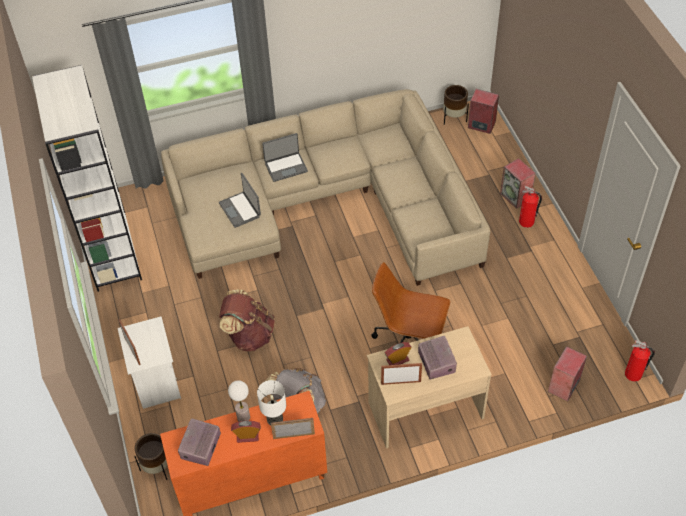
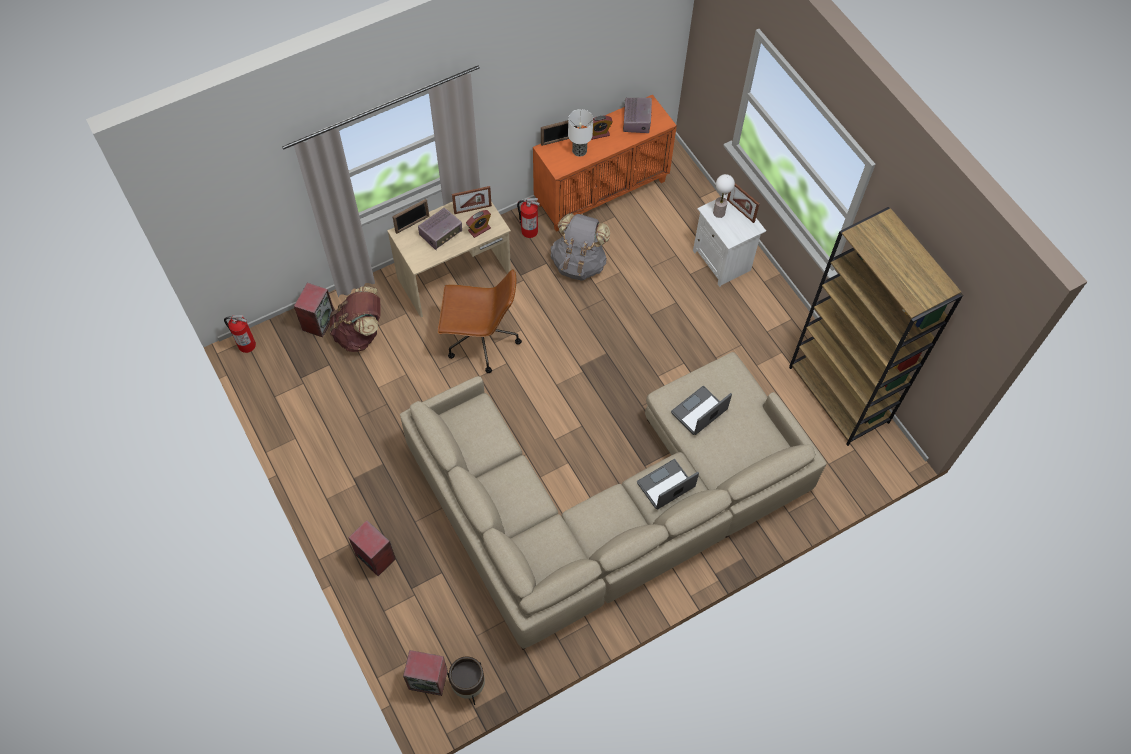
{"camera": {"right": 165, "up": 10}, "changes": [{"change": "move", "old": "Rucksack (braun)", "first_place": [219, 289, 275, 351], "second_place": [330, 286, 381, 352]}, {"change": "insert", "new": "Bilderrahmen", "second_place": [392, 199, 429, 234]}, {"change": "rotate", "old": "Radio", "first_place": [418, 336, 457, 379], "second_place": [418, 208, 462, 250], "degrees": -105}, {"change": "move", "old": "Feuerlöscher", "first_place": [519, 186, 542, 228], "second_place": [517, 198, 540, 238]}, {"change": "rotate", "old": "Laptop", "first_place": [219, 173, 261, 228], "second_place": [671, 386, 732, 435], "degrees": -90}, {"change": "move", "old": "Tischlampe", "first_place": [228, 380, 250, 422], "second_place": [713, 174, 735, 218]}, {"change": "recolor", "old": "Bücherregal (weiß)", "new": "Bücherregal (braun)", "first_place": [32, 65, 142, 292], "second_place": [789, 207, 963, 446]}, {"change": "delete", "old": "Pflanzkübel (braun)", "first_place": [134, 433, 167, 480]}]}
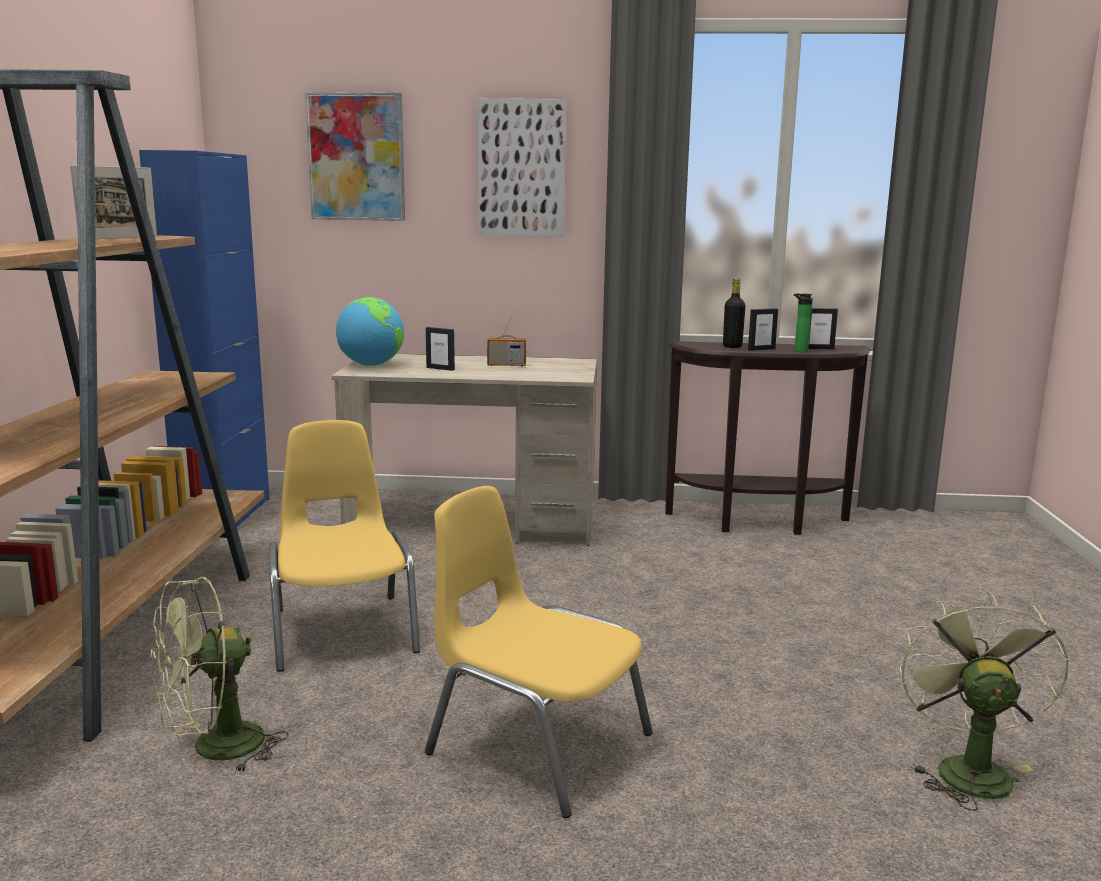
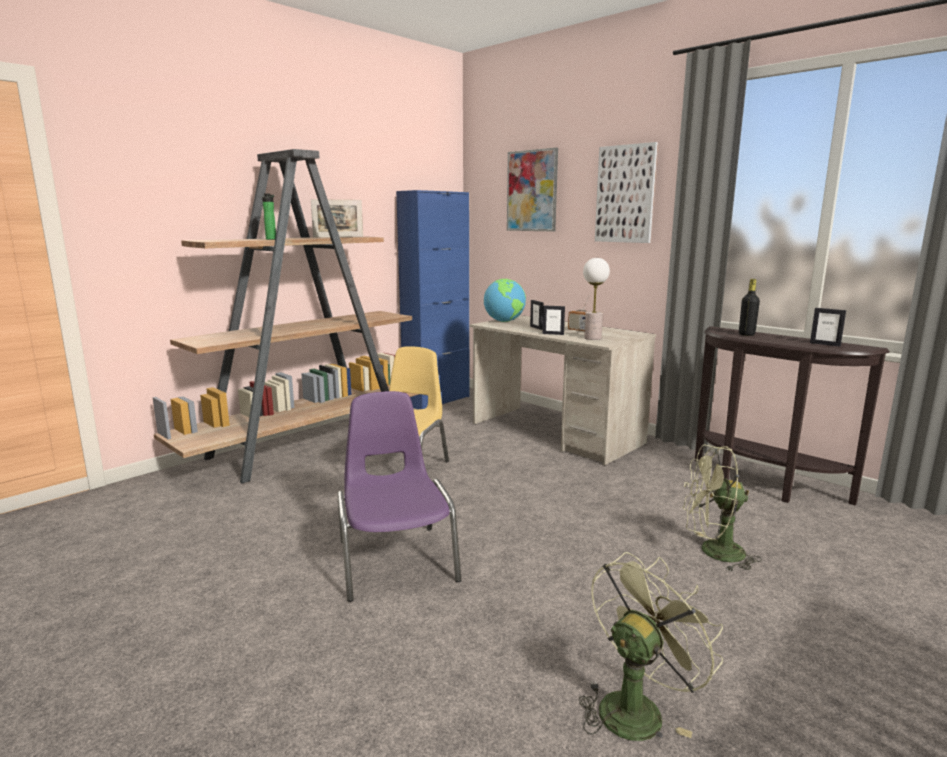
{"camera": {"right": 40, "up": 0}, "changes": [{"change": "move", "old": "Flasche", "first_place": [794, 293, 813, 353], "second_place": [262, 193, 276, 240]}, {"change": "recolor", "old": "Stuhl (gelb)", "new": "Stuhl (lila)", "first_place": [425, 486, 653, 818], "second_place": [337, 391, 461, 602]}, {"change": "move", "old": "Bilderrahmen", "first_place": [748, 308, 778, 351], "second_place": [542, 305, 565, 335]}, {"change": "insert", "new": "Tischlampe", "second_place": [583, 258, 610, 340]}, {"change": "move", "old": "Ventilator (grün)", "first_place": [151, 577, 288, 774], "second_place": [682, 445, 762, 572]}]}
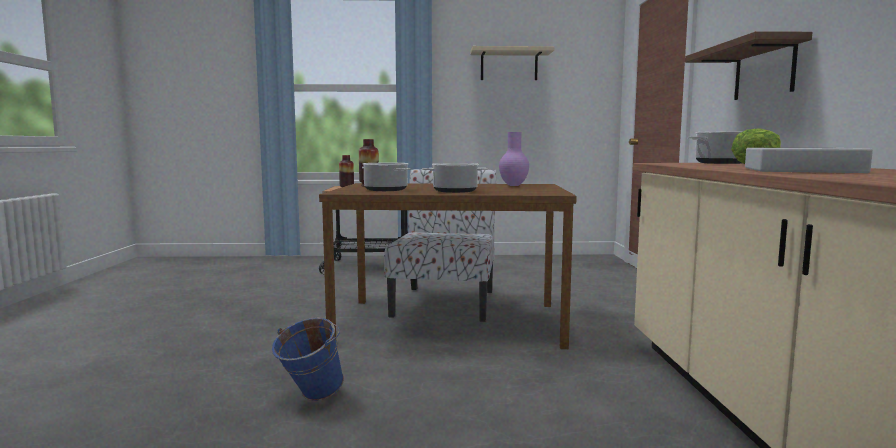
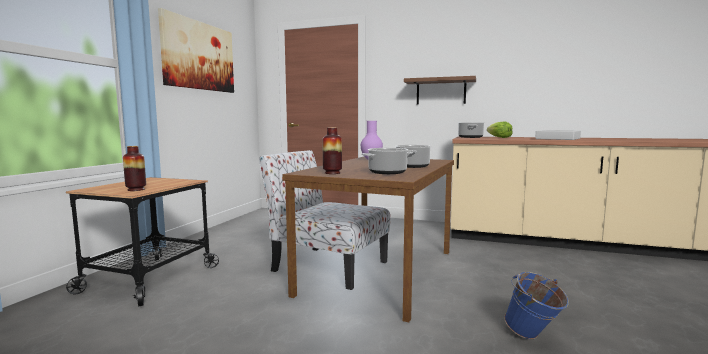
{"camera": {"right": -70, "up": 0}, "changes": [{"change": "replace", "old": "Wandregal (beige)", "new": "Bild", "first_place": [470, 46, 554, 80], "second_place": [158, 8, 234, 93]}]}
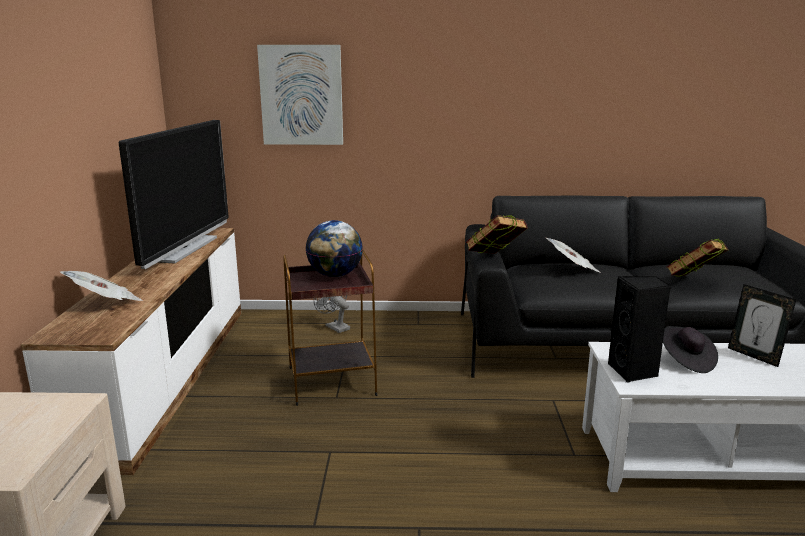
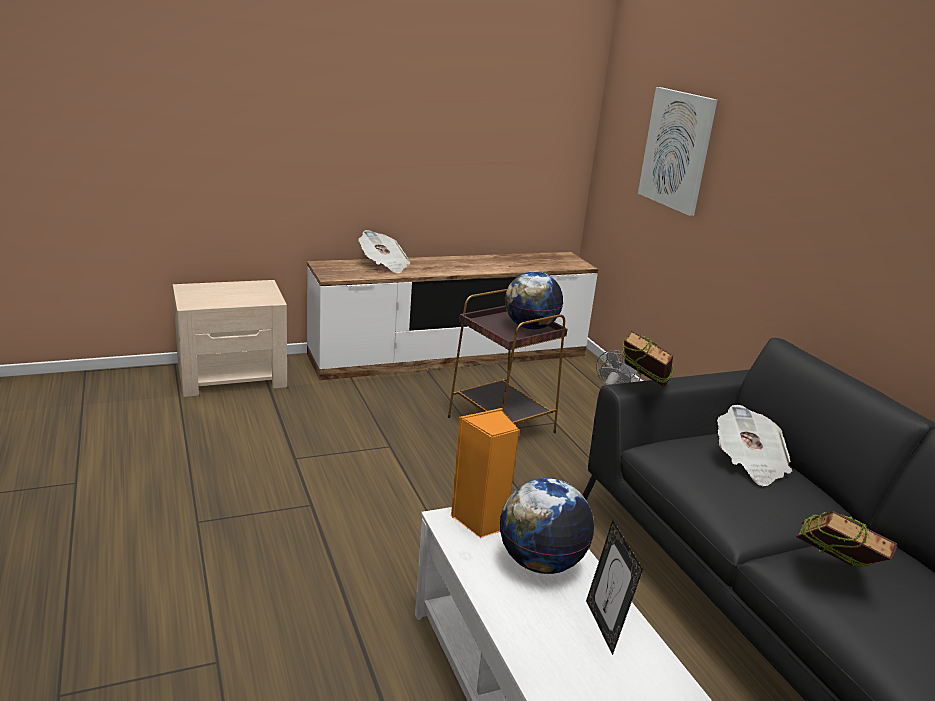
{"camera": {"right": 65, "up": 5}, "changes": [{"change": "recolor", "old": "Lautsprecher (schwarz)", "new": "Lautsprecher (orange)", "first_place": [608, 276, 671, 382], "second_place": [451, 407, 520, 538]}, {"change": "replace", "old": "Hut (schwarz)", "new": "Globus", "first_place": [663, 326, 718, 373], "second_place": [500, 478, 594, 574]}, {"change": "rotate", "old": "Bilderrahmen", "first_place": [728, 284, 797, 367], "second_place": [586, 520, 643, 655], "degrees": -45}, {"change": "delete", "old": "Fernseher", "first_place": [119, 120, 229, 269]}]}
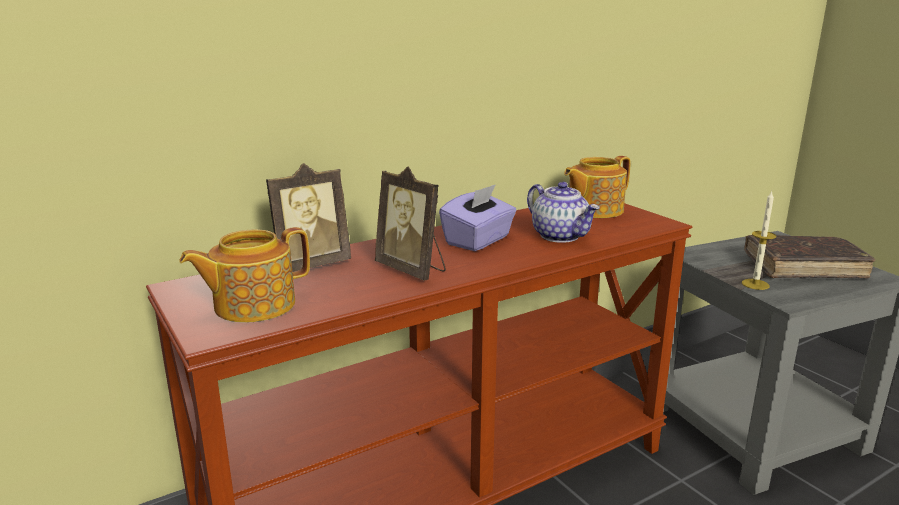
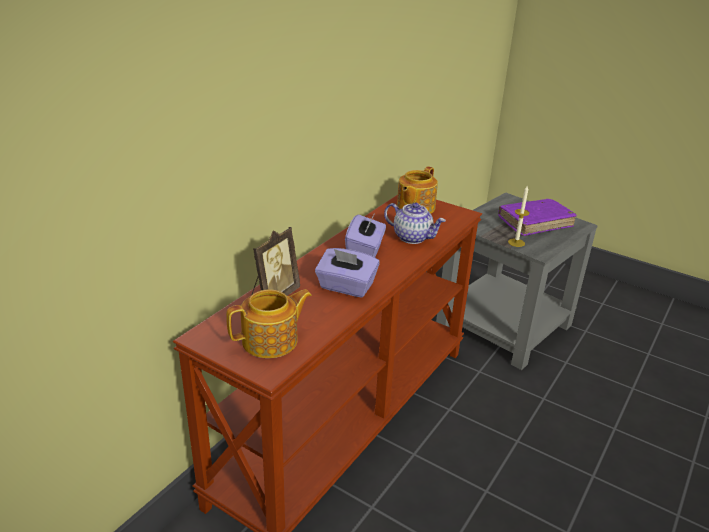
{"camera": {"right": -25, "up": 10}, "changes": [{"change": "rotate", "old": "Teekanne", "first_place": [179, 227, 310, 323], "second_place": [226, 289, 312, 358], "degrees": -150}, {"change": "replace", "old": "Bilderrahmen", "new": "Taschentuchbox (lila)", "first_place": [375, 166, 446, 281], "second_place": [315, 248, 380, 298]}, {"change": "recolor", "old": "Buch (braun)", "new": "Buch (lila)", "first_place": [744, 235, 875, 279], "second_place": [498, 199, 577, 236]}]}
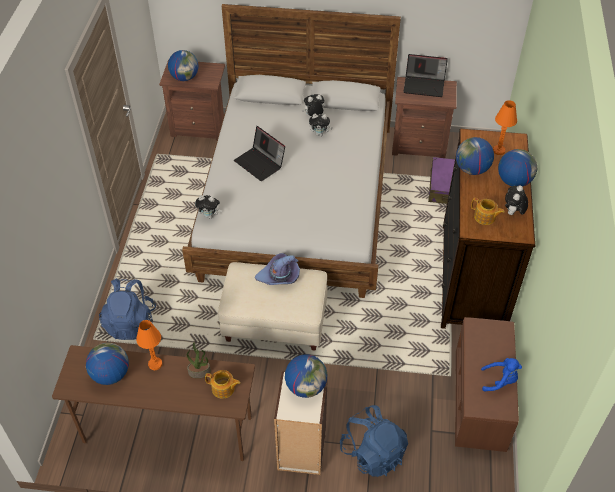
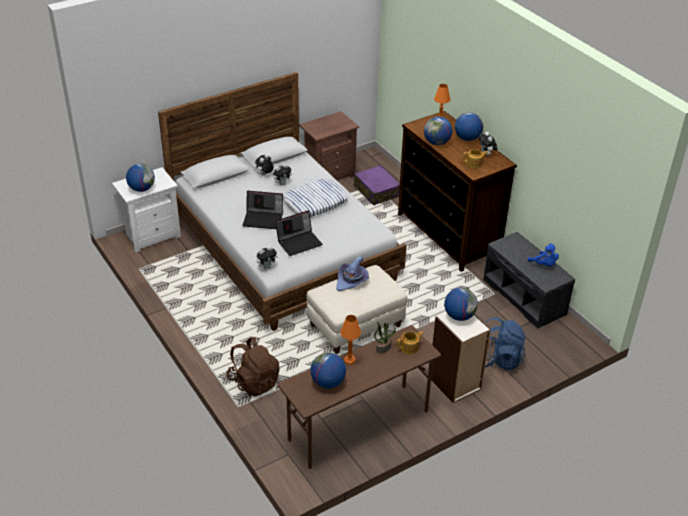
{"camera": {"right": -40, "up": -10}, "changes": [{"change": "recolor", "old": "Nachttisch (braun)", "new": "Nachttisch (weiß)", "first_place": [159, 59, 225, 141], "second_place": [112, 167, 181, 252]}, {"change": "recolor", "old": "Rucksack (blau)", "new": "Rucksack (braun)", "first_place": [99, 278, 156, 340], "second_place": [226, 337, 279, 396]}, {"change": "move", "old": "Laptop", "first_place": [403, 54, 448, 97], "second_place": [275, 210, 323, 256]}, {"change": "insert", "new": "Kissen", "second_place": [283, 178, 349, 217]}, {"change": "recolor", "old": "Bank (braun)", "new": "Bank (grau)", "first_place": [455, 317, 519, 452], "second_place": [483, 232, 575, 329]}, {"change": "rotate", "old": "Plüschtier (blau)", "first_place": [481, 358, 522, 392], "second_place": [528, 243, 559, 266], "degrees": 90}]}
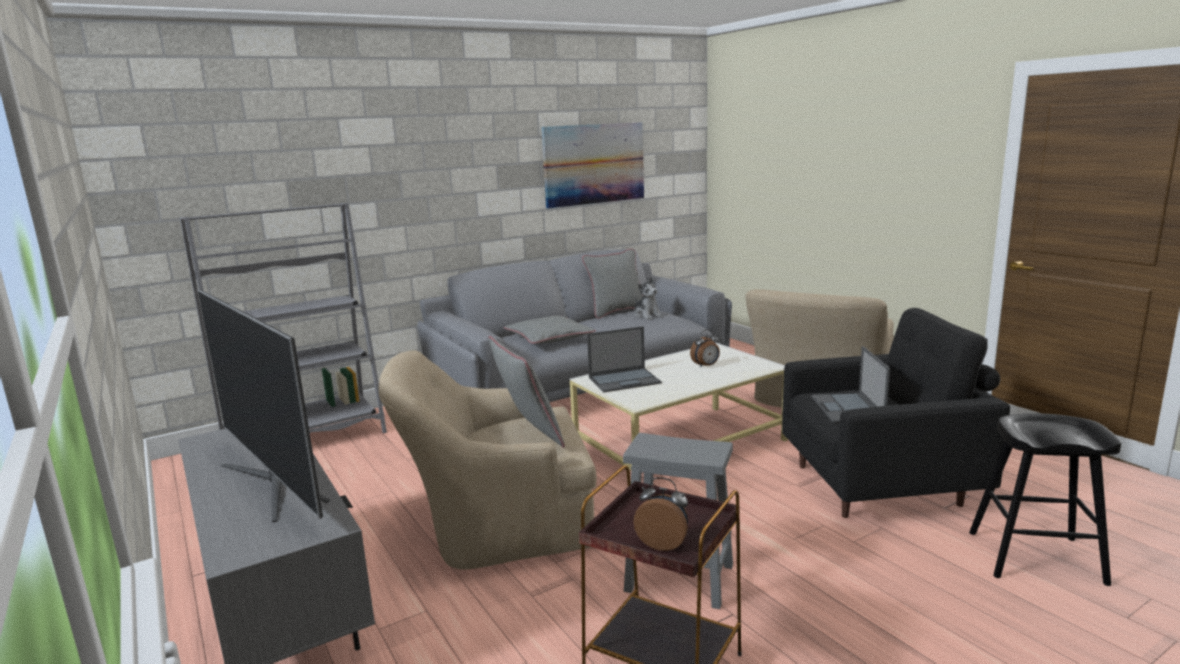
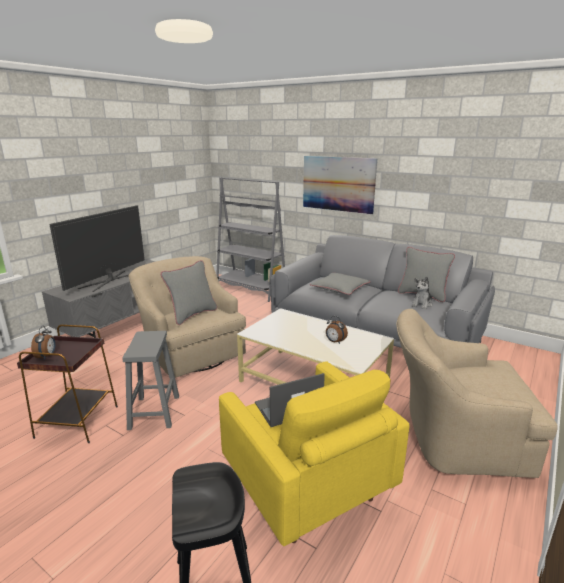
{"camera": {"right": 65, "up": 5}, "changes": [{"change": "recolor", "old": "Sessel (schwarz)", "new": "Sessel (gelb)", "first_place": [782, 308, 1010, 518], "second_place": [219, 361, 409, 546]}, {"change": "move", "old": "Bild", "first_place": [541, 122, 644, 208], "second_place": [303, 156, 377, 214]}, {"change": "delete", "old": "Laptop", "first_place": [587, 326, 662, 392]}]}
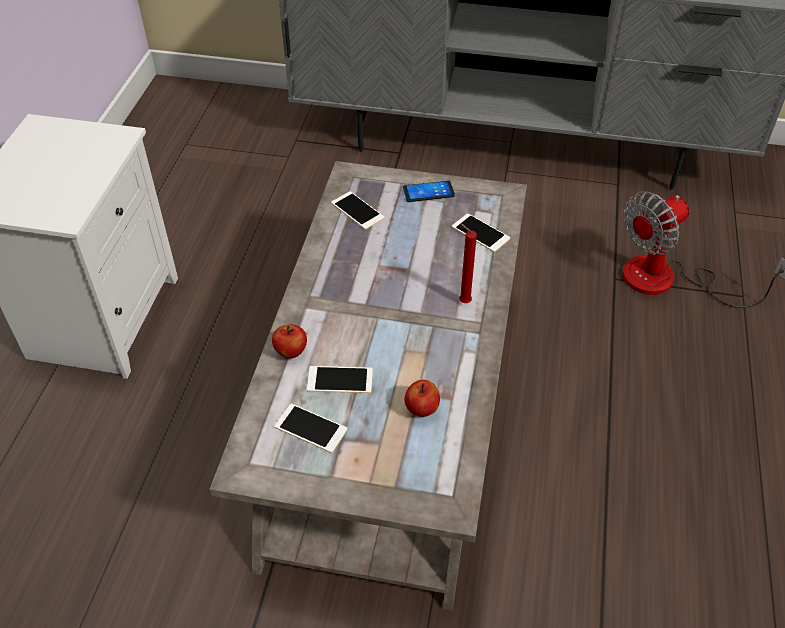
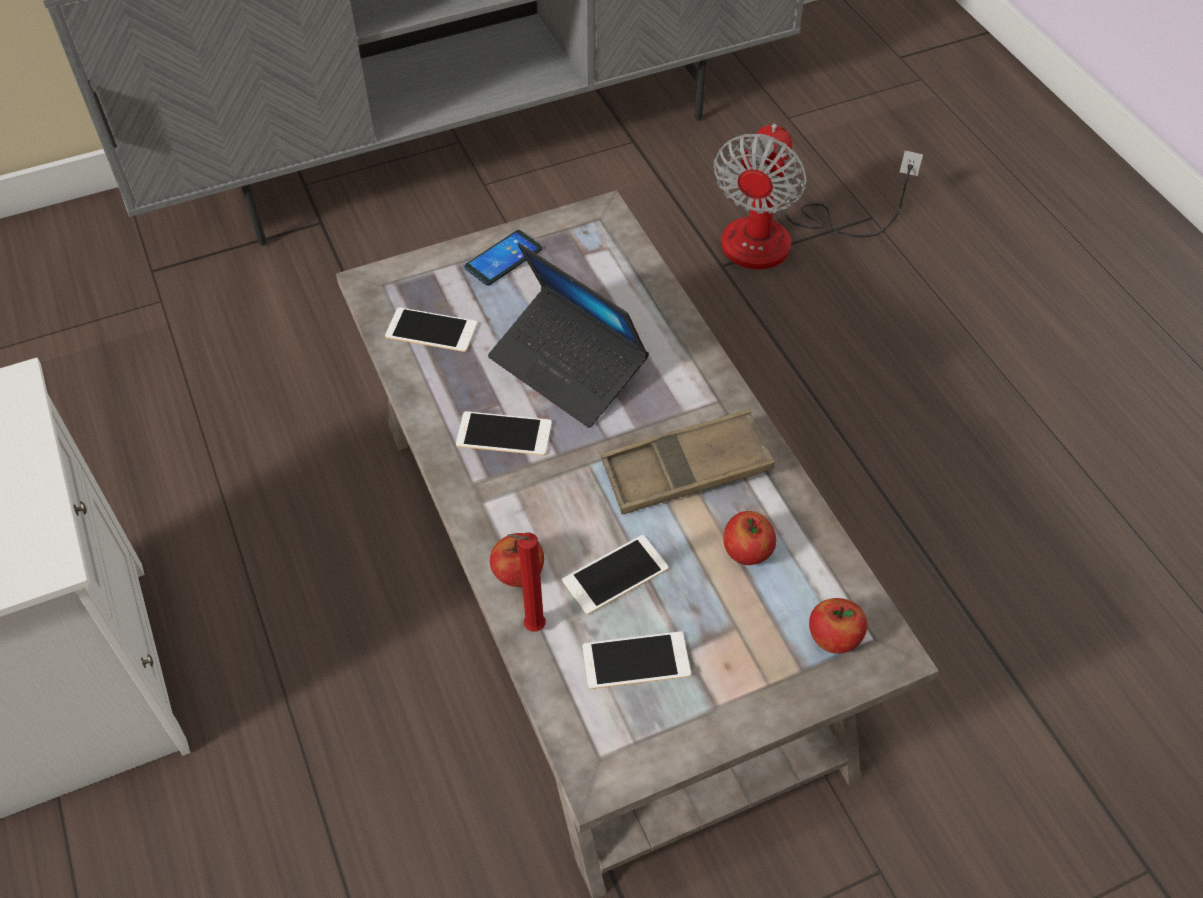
{"camera": {"right": -35, "up": 5}, "changes": [{"change": "move", "old": "Handy", "first_place": [452, 213, 510, 252], "second_place": [456, 411, 552, 456]}, {"change": "insert", "new": "Laptop", "second_place": [488, 243, 649, 428]}, {"change": "move", "old": "Kerze (rot)", "first_place": [459, 223, 477, 303], "second_place": [507, 533, 546, 631]}, {"change": "insert", "new": "Tablett (braun)", "second_place": [601, 409, 775, 514]}, {"change": "insert", "new": "Apfel", "second_place": [809, 598, 867, 654]}]}
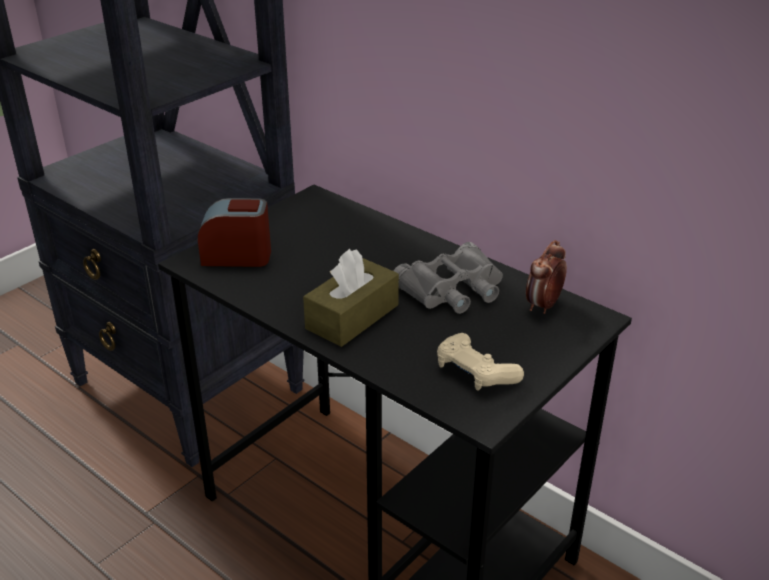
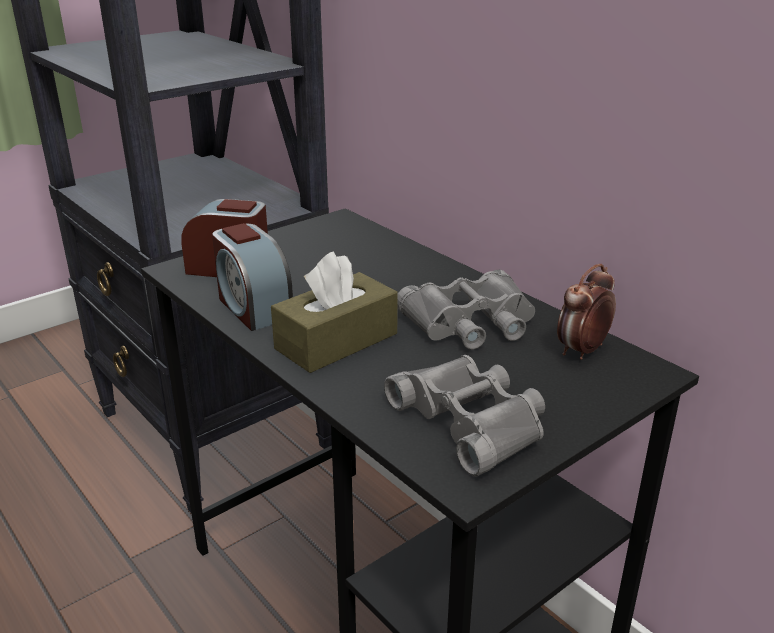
{"camera": {"right": 10, "up": -5}, "changes": [{"change": "insert", "new": "Wecker", "second_place": [212, 223, 293, 331]}, {"change": "replace", "old": "Gamepad (beige)", "new": "Fernglas (grau)", "first_place": [437, 333, 524, 391], "second_place": [384, 355, 545, 477]}]}
